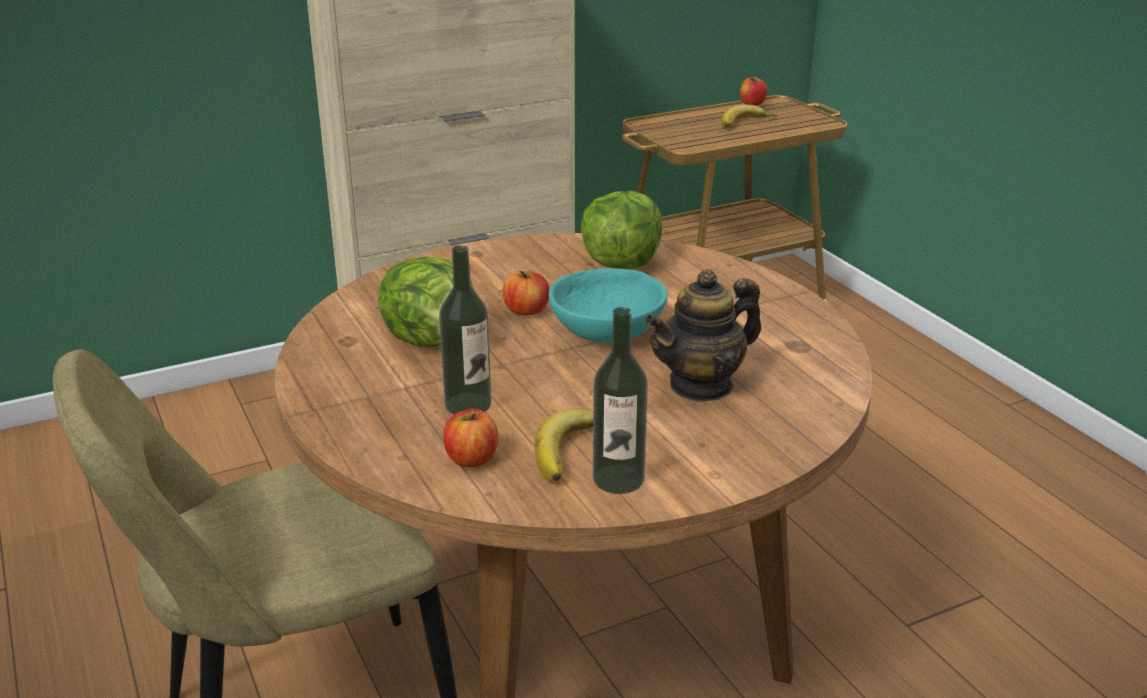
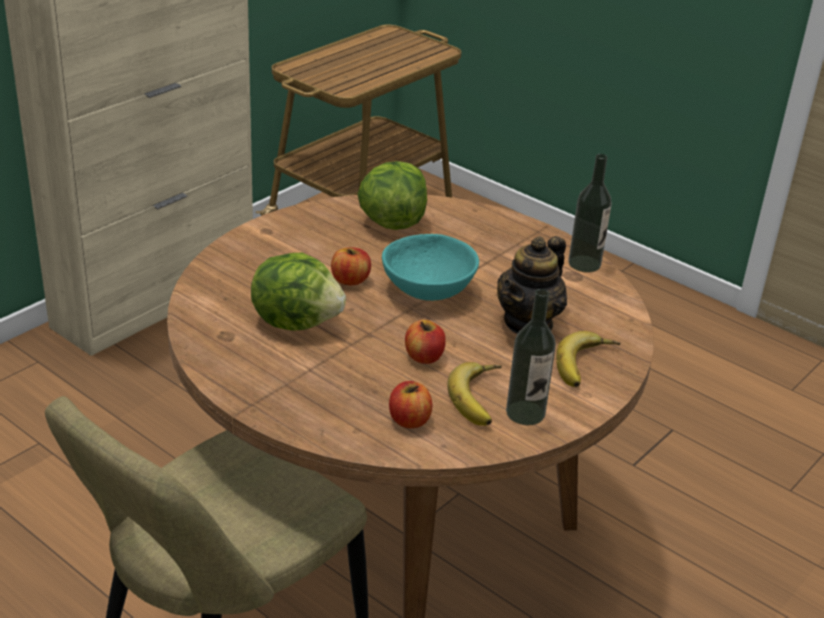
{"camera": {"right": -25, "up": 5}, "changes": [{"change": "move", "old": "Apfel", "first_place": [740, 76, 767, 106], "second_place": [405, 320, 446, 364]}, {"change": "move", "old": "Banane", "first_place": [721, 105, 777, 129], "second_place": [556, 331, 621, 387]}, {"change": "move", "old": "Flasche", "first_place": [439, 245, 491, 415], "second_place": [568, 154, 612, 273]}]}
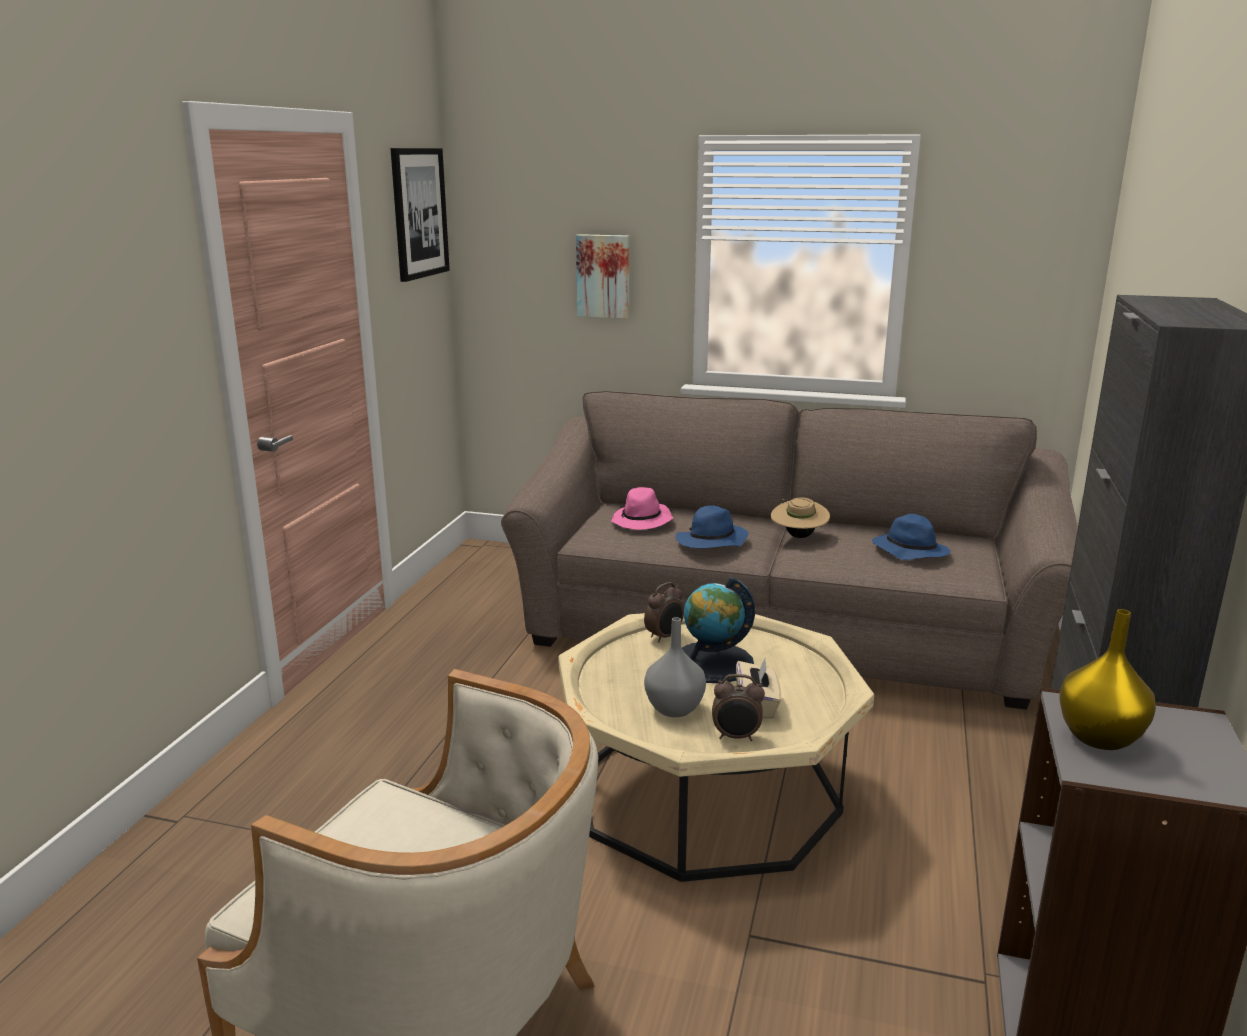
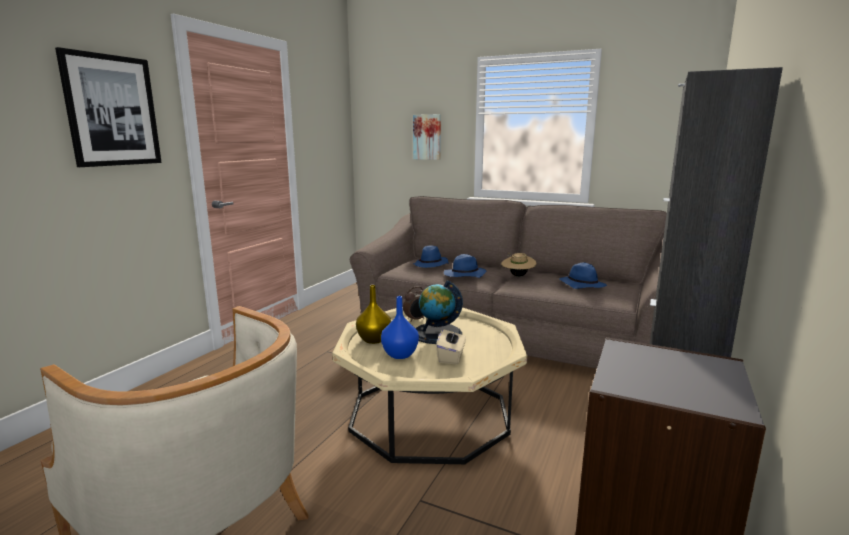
{"camera": {"right": 10, "up": -5}, "changes": [{"change": "move", "old": "Bild", "first_place": [391, 148, 450, 282], "second_place": [55, 47, 162, 167]}, {"change": "move", "old": "Vase (gelb)", "first_place": [1059, 609, 1156, 750], "second_place": [356, 285, 391, 344]}, {"change": "recolor", "old": "Vase (grau)", "new": "Vase (blau)", "first_place": [644, 617, 706, 717], "second_place": [381, 296, 419, 359]}, {"change": "recolor", "old": "Hut (rosa)", "new": "Hut (blau)", "first_place": [611, 487, 674, 530], "second_place": [413, 245, 448, 268]}, {"change": "delete", "old": "Wecker", "first_place": [712, 674, 765, 741]}]}
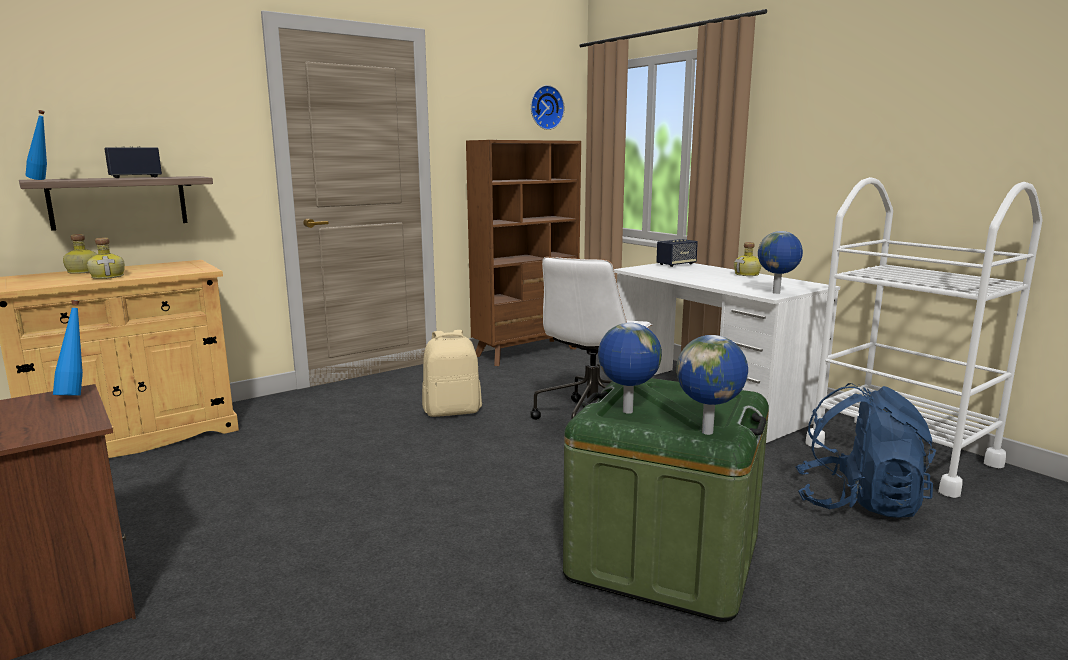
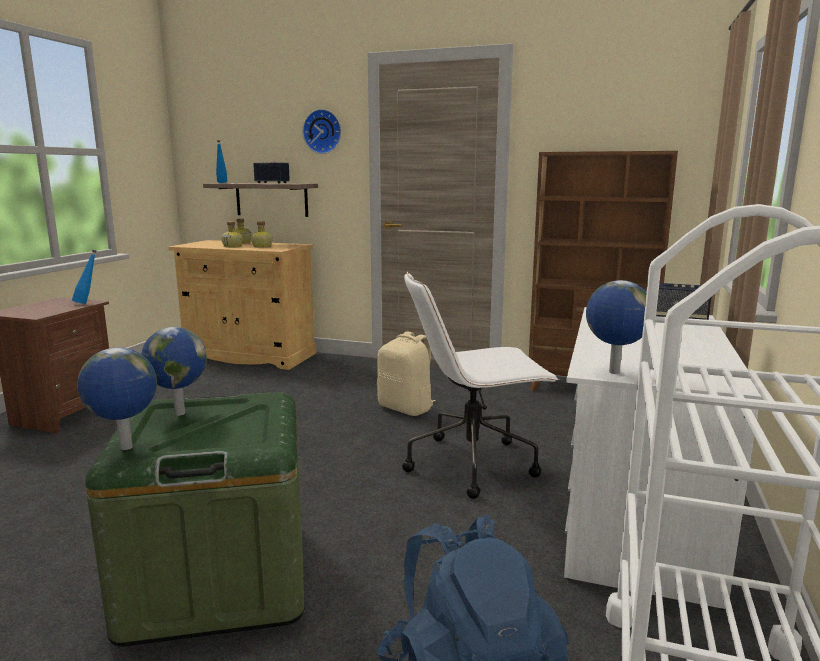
{"camera": {"right": 55, "up": 0}, "changes": [{"change": "move", "old": "Flasche", "first_place": [734, 242, 762, 276], "second_place": [251, 221, 273, 247]}, {"change": "move", "old": "Wanduhr", "first_place": [531, 85, 565, 130], "second_place": [302, 109, 341, 154]}]}
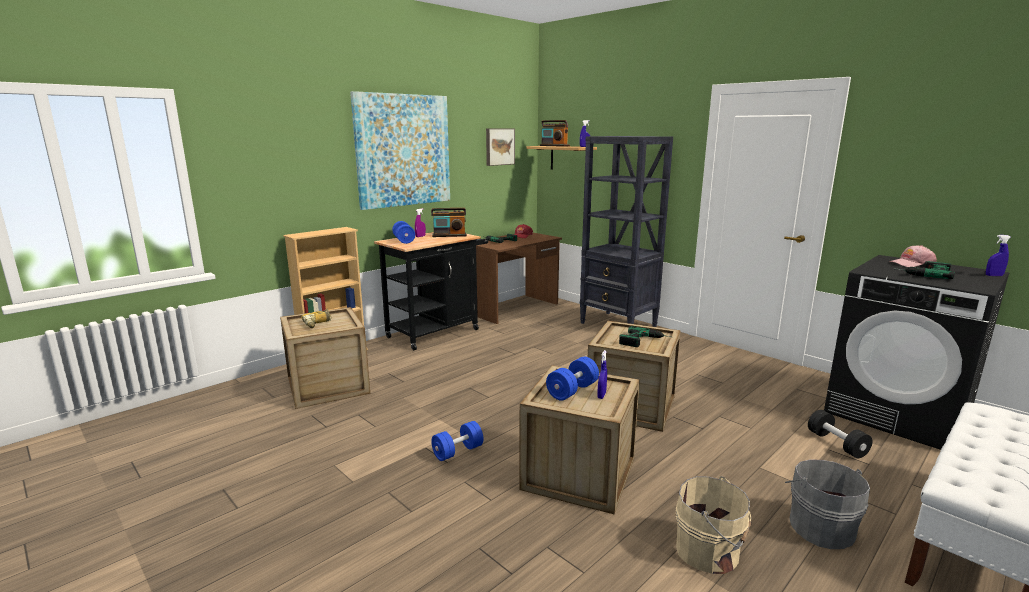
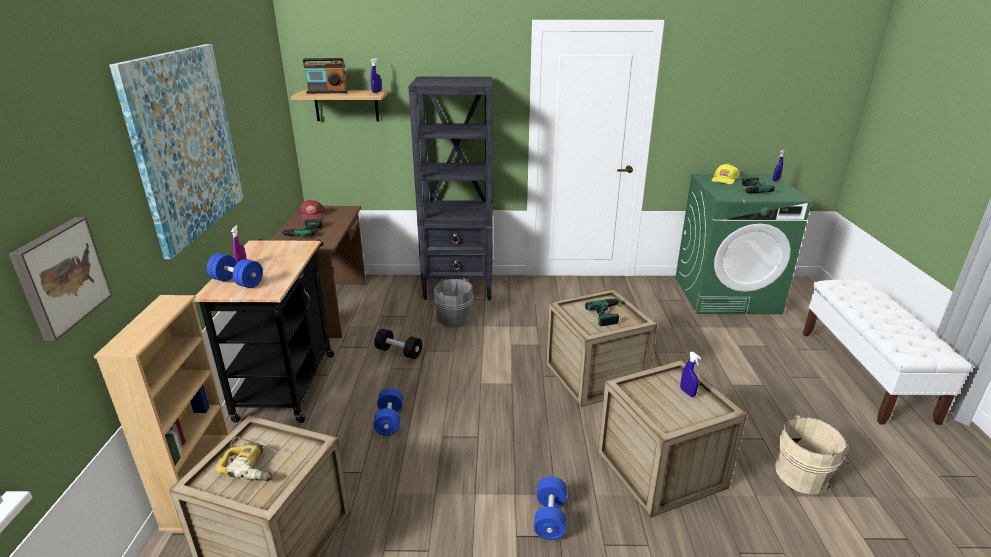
{"camera": {"right": -45, "up": 10}, "changes": [{"change": "move", "old": "Bild", "first_place": [486, 129, 515, 166], "second_place": [9, 217, 112, 341]}, {"change": "move", "old": "Hantel (blau)", "first_place": [546, 357, 599, 401], "second_place": [373, 388, 403, 436]}, {"change": "move", "old": "Hantel (schwarz)", "first_place": [808, 410, 873, 458], "second_place": [374, 329, 422, 359]}, {"change": "move", "old": "Eimer (grau)", "first_place": [785, 459, 870, 549], "second_place": [430, 278, 473, 328]}, {"change": "recolor", "old": "Waschmaschine (schwarz)", "new": "Waschmaschine (grün)", "first_place": [824, 255, 1009, 450], "second_place": [675, 174, 812, 314]}, {"change": "recolor", "old": "Kappe (rosa)", "new": "Kappe (gelb)", "first_place": [889, 245, 937, 267], "second_place": [712, 164, 739, 184]}, {"change": "delete", "old": "Radio", "first_place": [431, 208, 467, 237]}]}
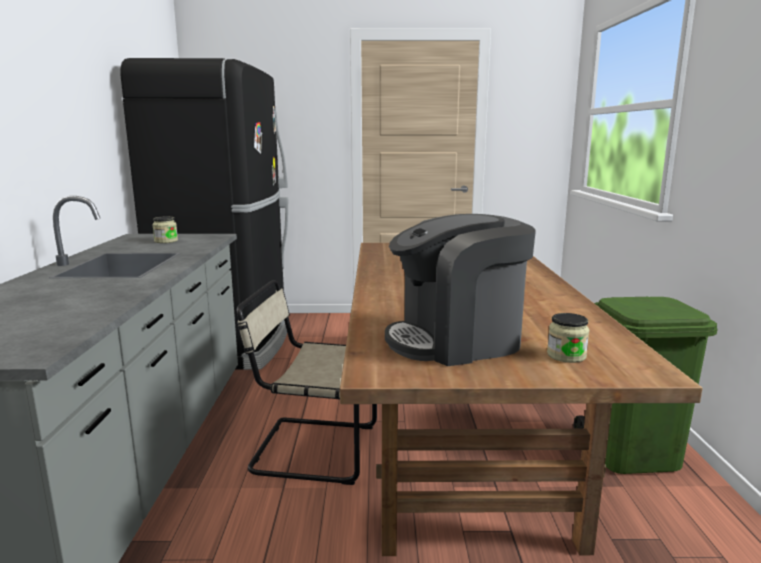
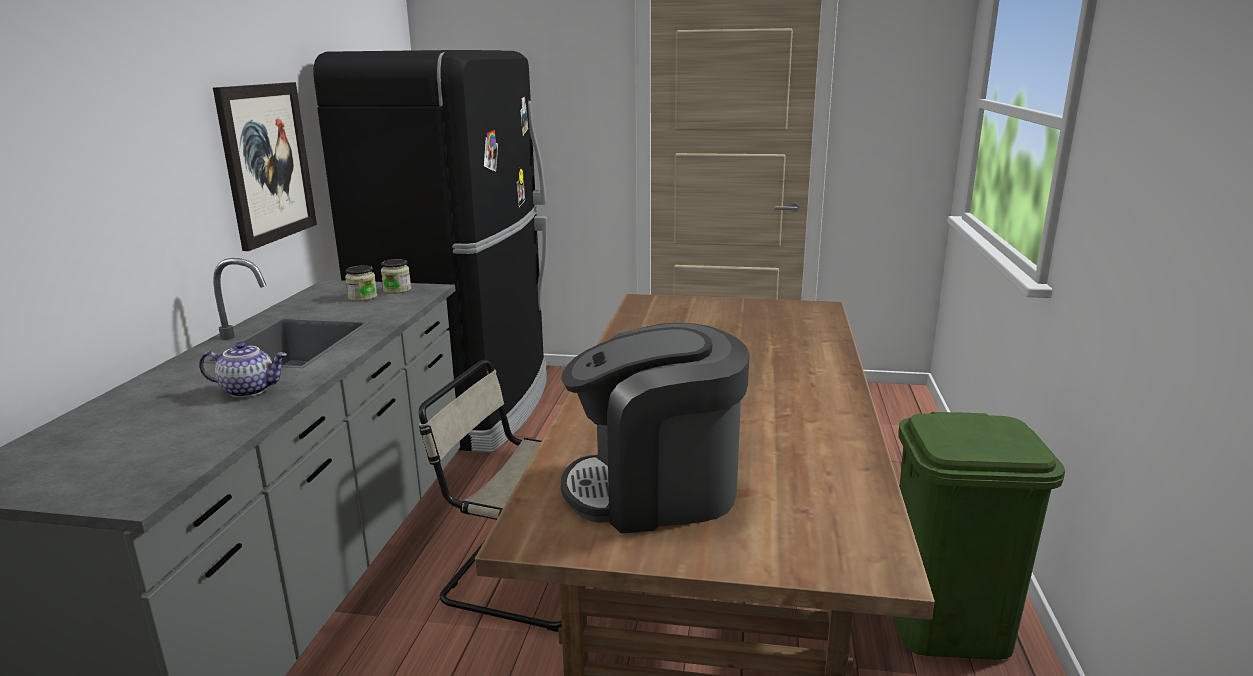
{"camera": {"right": 10, "up": 5}, "changes": [{"change": "insert", "new": "Teekanne", "second_place": [199, 342, 287, 398]}, {"change": "insert", "new": "Bild", "second_place": [213, 82, 317, 251]}, {"change": "move", "old": "Vorratsglas", "first_place": [547, 313, 589, 363], "second_place": [381, 259, 411, 294]}]}
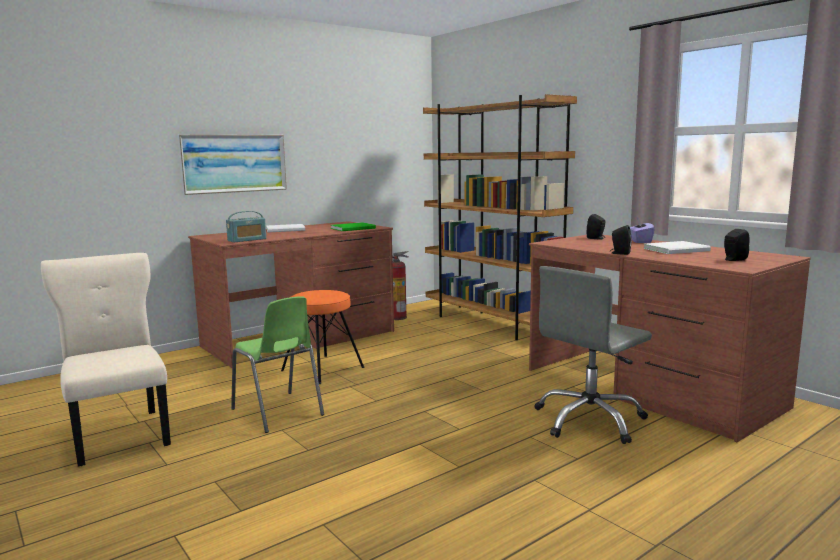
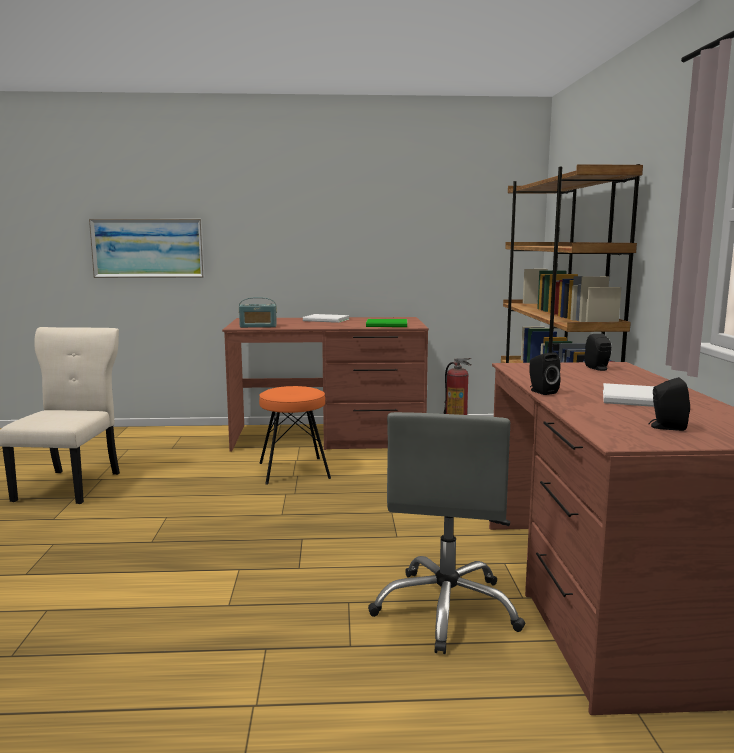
{"camera": {"right": 35, "up": 0}, "changes": [{"change": "move", "old": "Bild", "first_place": [177, 134, 287, 195], "second_place": [89, 219, 204, 278]}, {"change": "rotate", "old": "Bürostuhl (grau)", "first_place": [534, 266, 652, 444], "second_place": [368, 412, 525, 654], "degrees": -75}, {"change": "delete", "old": "Stuhl (grün)", "first_place": [231, 296, 324, 433]}, {"change": "delete", "old": "Taschentuchbox (lila)", "first_place": [630, 218, 655, 243]}]}
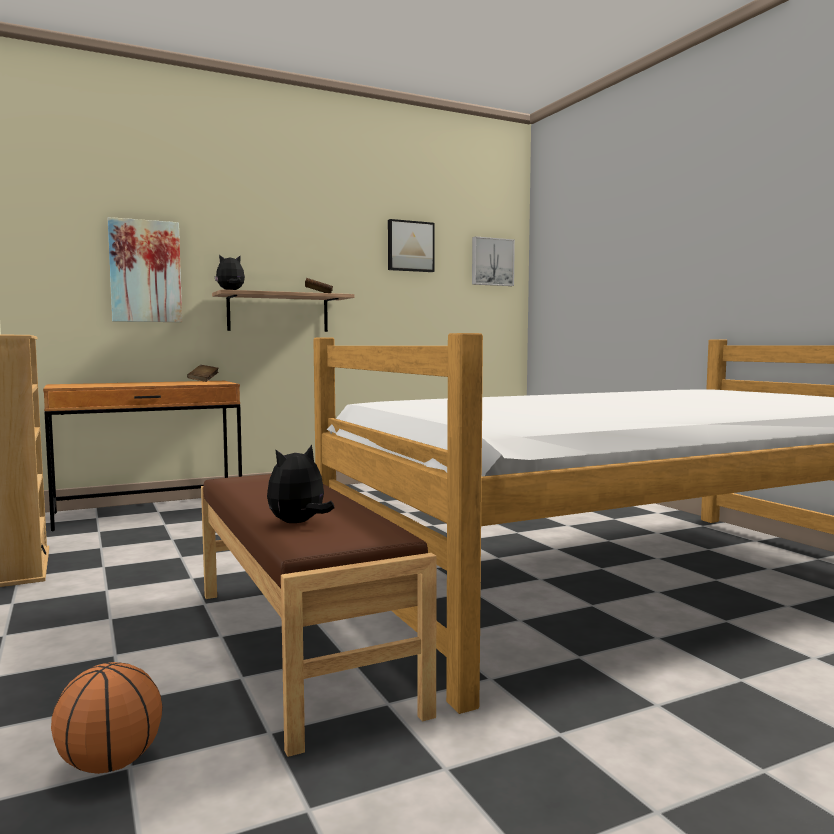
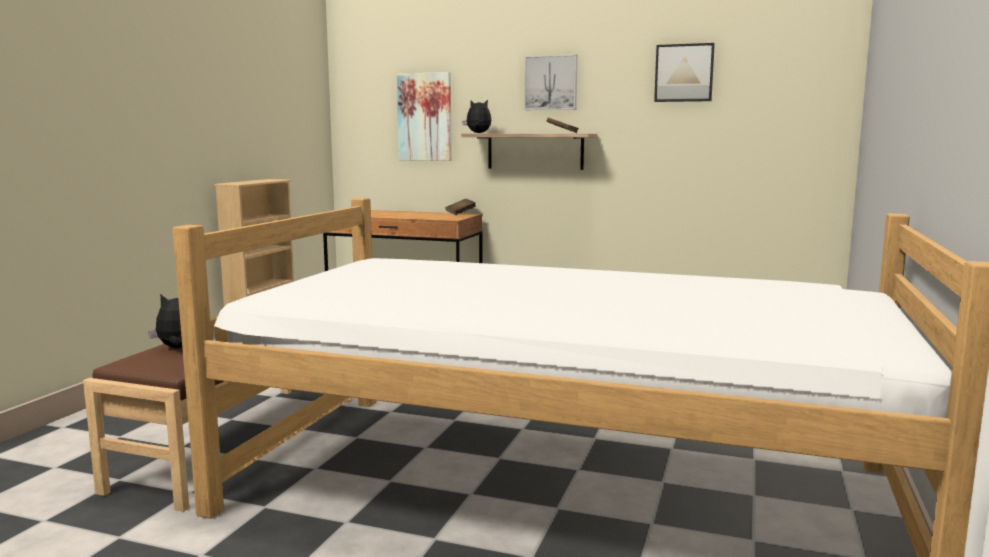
{"camera": {"right": 45, "up": 5}, "changes": [{"change": "move", "old": "Bild", "first_place": [472, 236, 515, 286], "second_place": [524, 54, 577, 110]}, {"change": "delete", "old": "Basketball", "first_place": [51, 662, 162, 774]}]}
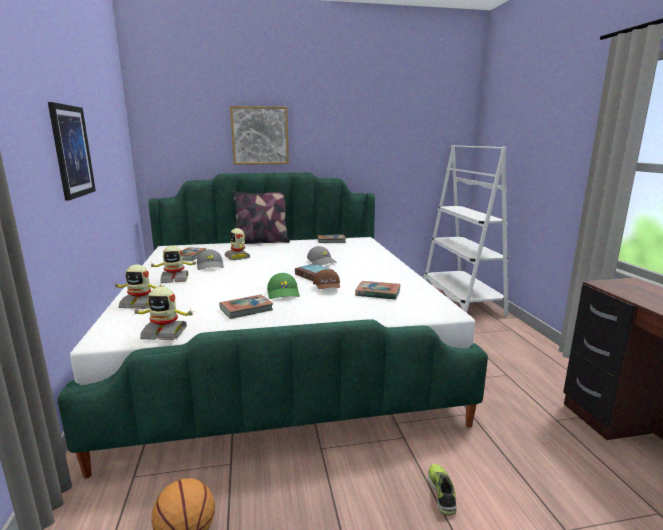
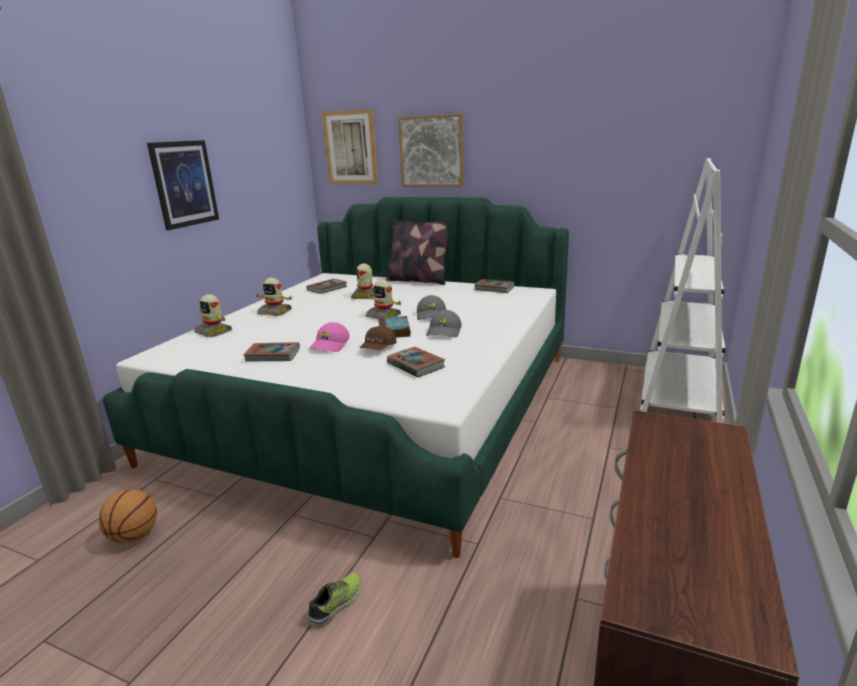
{"camera": {"right": 35, "up": 5}, "changes": [{"change": "recolor", "old": "Kappe (grün)", "new": "Kappe (rosa)", "first_place": [267, 273, 300, 299], "second_place": [309, 322, 350, 352]}, {"change": "insert", "new": "Bild", "second_place": [321, 109, 378, 184]}, {"change": "move", "old": "Spielzeugroboter", "first_place": [132, 287, 194, 340], "second_place": [366, 280, 402, 320]}, {"change": "move", "old": "Kappe (grau)", "first_place": [197, 249, 224, 270], "second_place": [426, 310, 462, 338]}]}
